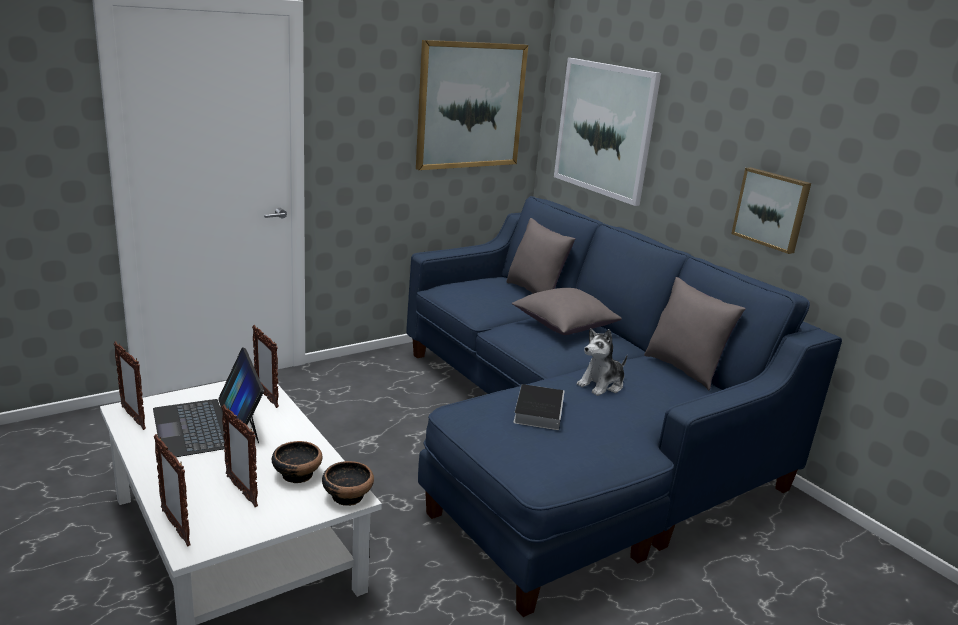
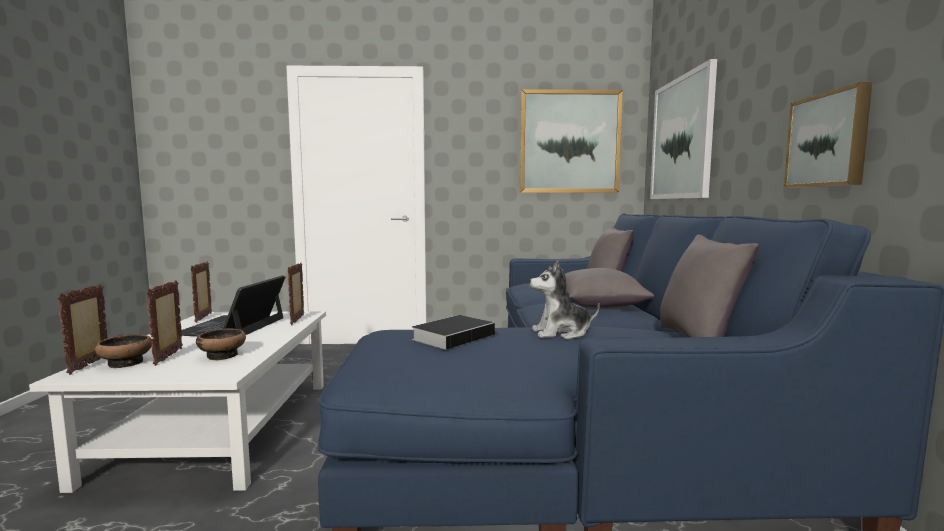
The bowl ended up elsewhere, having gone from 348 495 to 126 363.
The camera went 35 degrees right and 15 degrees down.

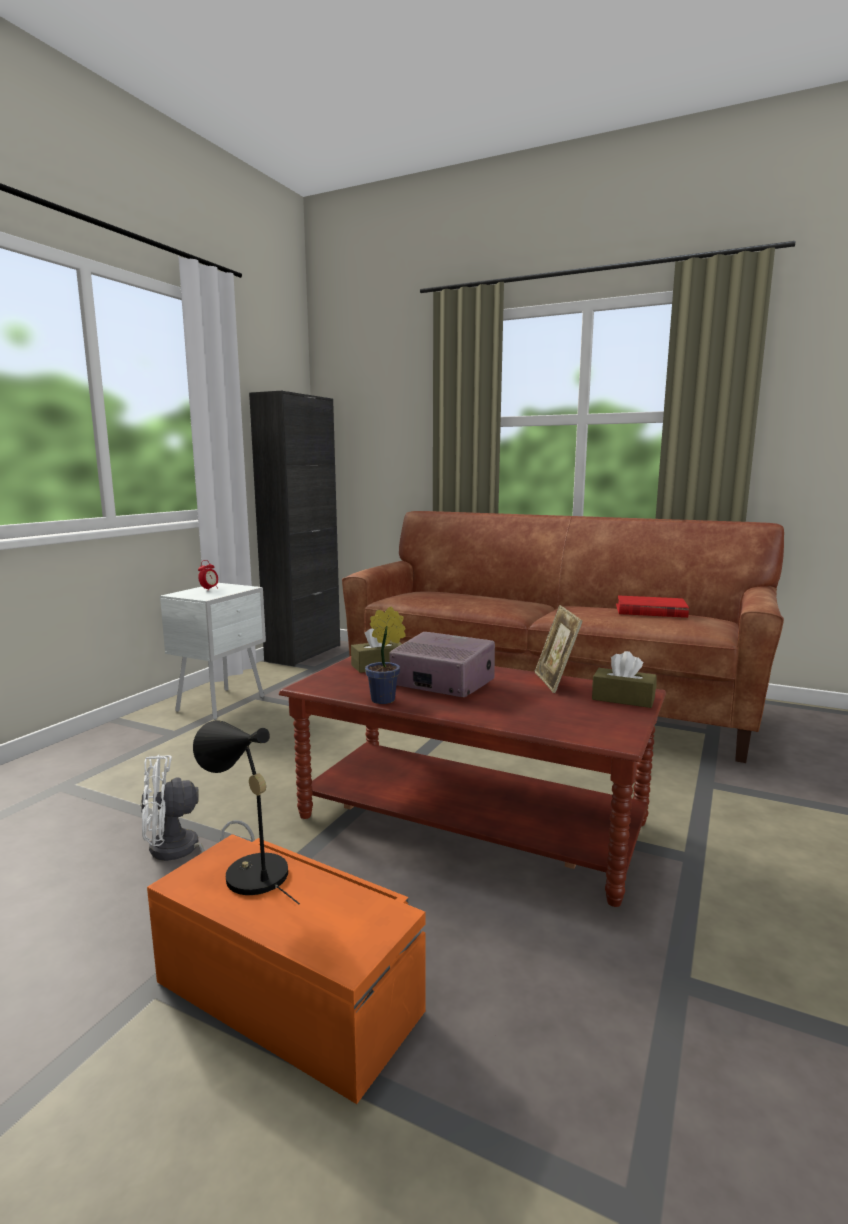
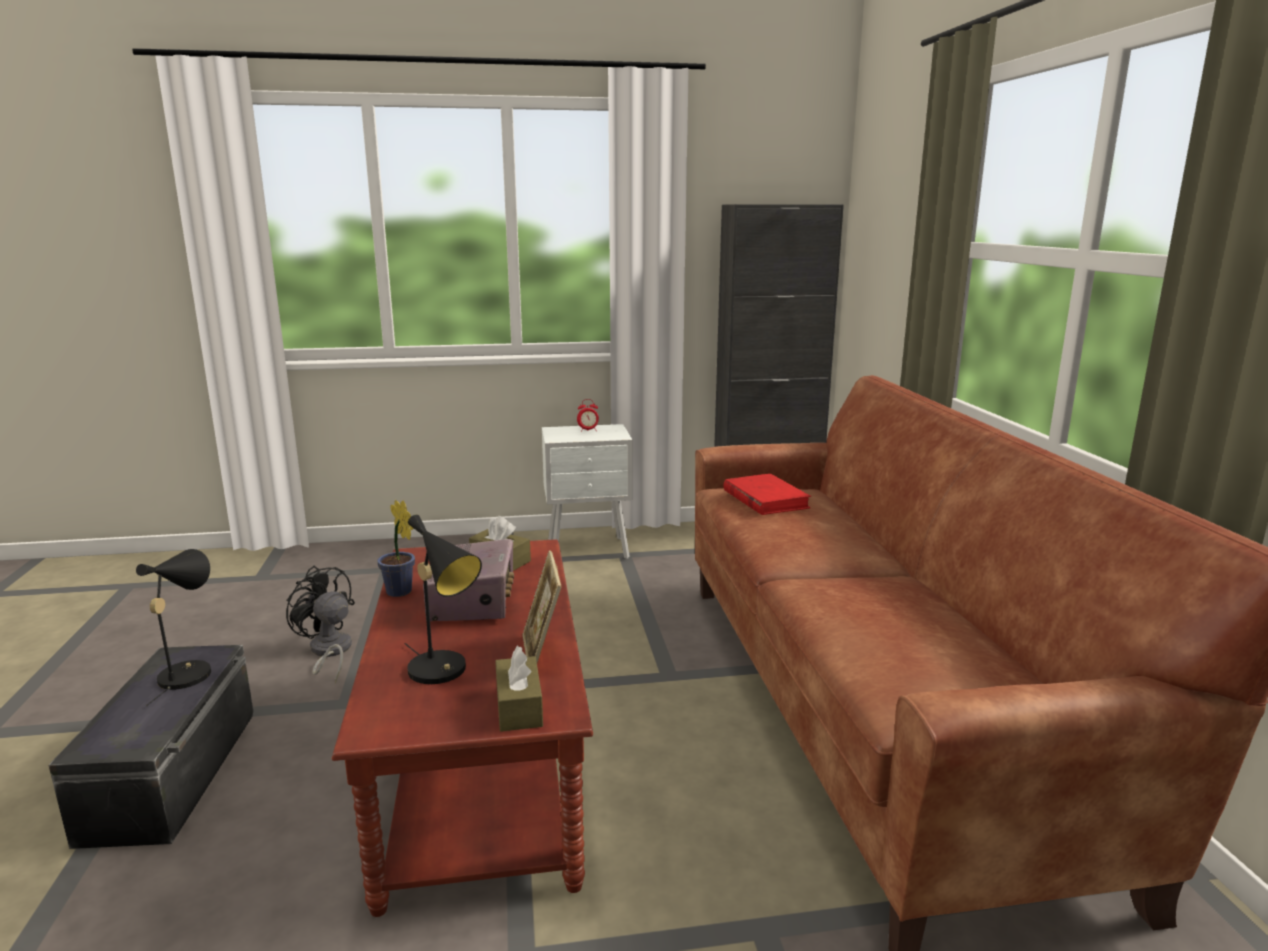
The second view gained the table lamp in black at 444 672.
The book in red ended up elsewhere, having gone from 650 611 to 765 499.
What was the fan in white at 182 851 turned into the fan in black at 329 652.
What was the storage box in orange at 289 993 turned into the storage box in black at 175 773.
The picture frame at 555 682 ended up facing another way, 60 degrees counterclockwise from before.
The camera went 55 degrees right and 5 degrees up.

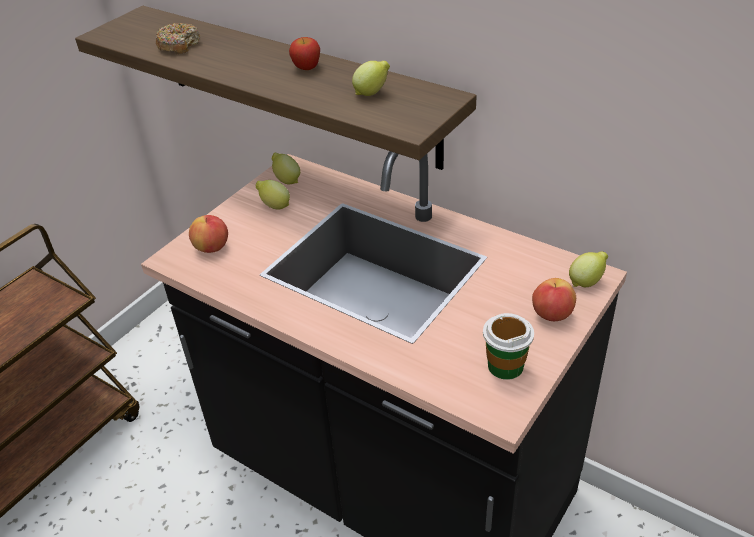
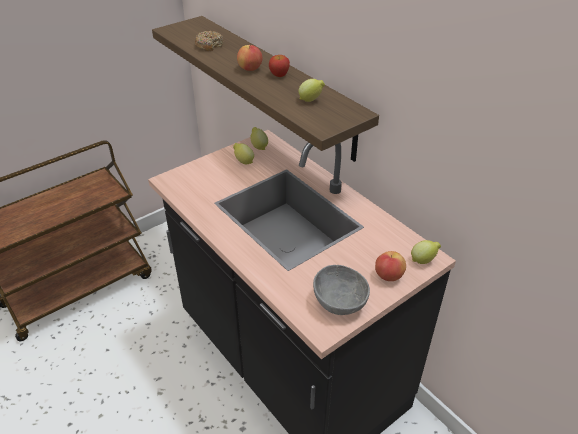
The apple ended up elsewhere, having gone from 212 248 to 250 69.
Where the cup stood at 505 366, the bowl in grey came to stand at 340 301.
The camera went 15 degrees right and 0 degrees up.

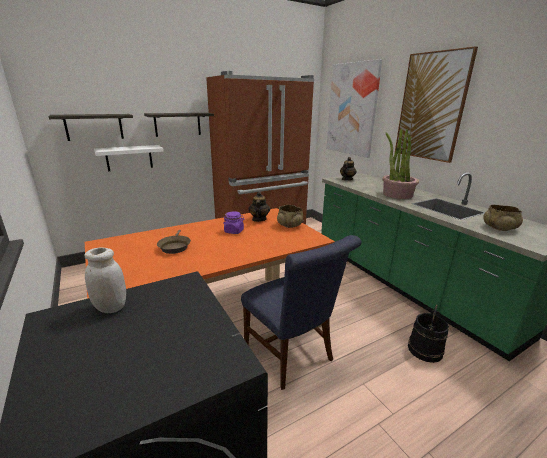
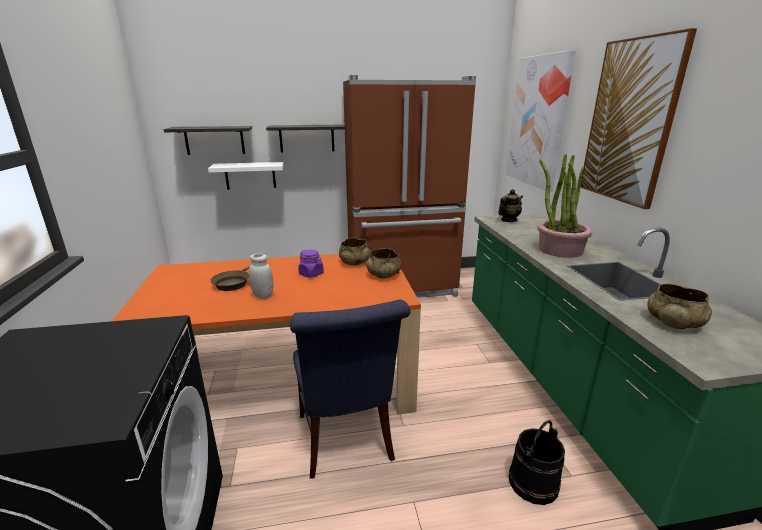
The jar in white ended up elsewhere, having gone from 111 307 to 263 295.
Where the teapot stood at 259 219, the bowl in beige came to stand at 354 262.
The camera went 20 degrees right and 0 degrees up.

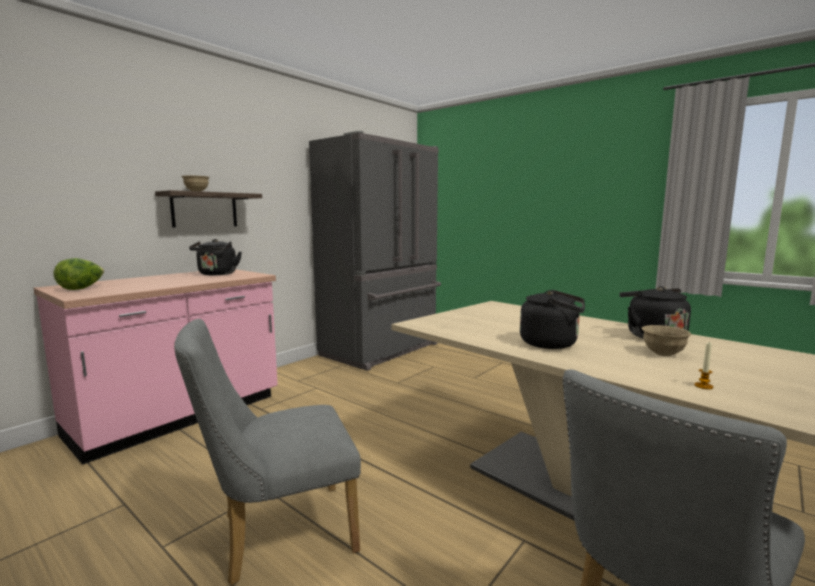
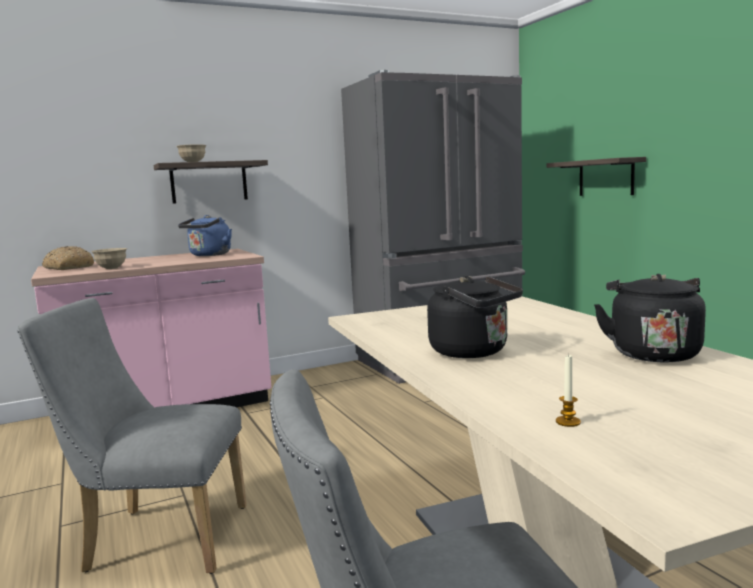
The second view gained the shelf at 606 177.
The bowl in beige ended up elsewhere, having gone from 663 354 to 111 268.
Where the lettuce stood at 82 288, the bread came to stand at 68 267.
What was the kettle in black at 217 274 turned into the kettle in blue at 209 255.
The camera went 25 degrees right and 0 degrees up.

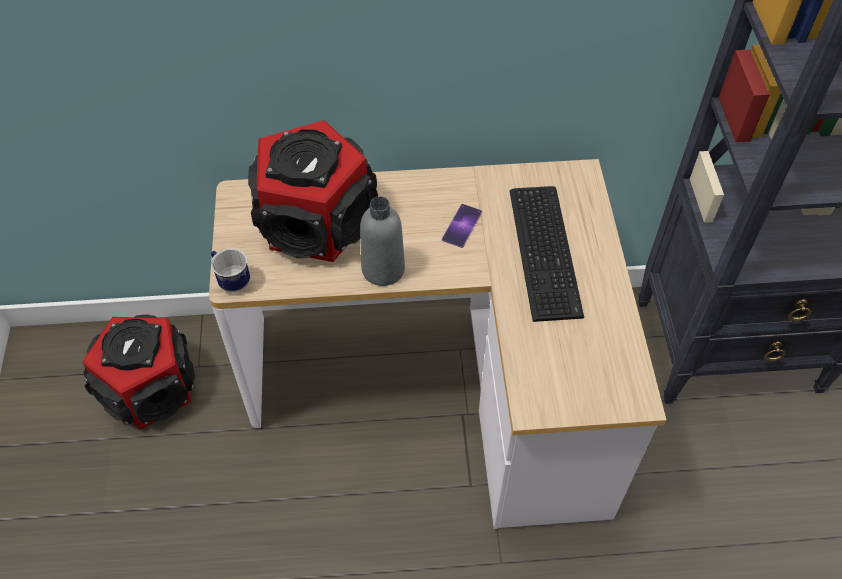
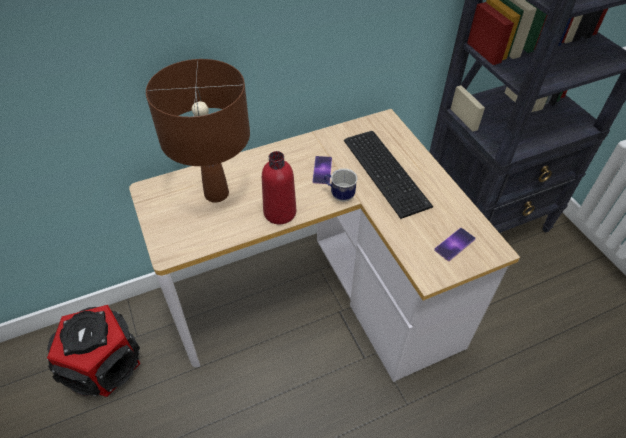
The second view gained the phone at 454 244.
The mug ended up elsewhere, having gone from 231 280 to 339 195.
Where the speaker stood at 316 222, the table lamp in brown came to stand at 217 193.
What was the bottle in grey at 383 269 turned into the bottle in red at 280 212.
The camera went 20 degrees left and 5 degrees down.

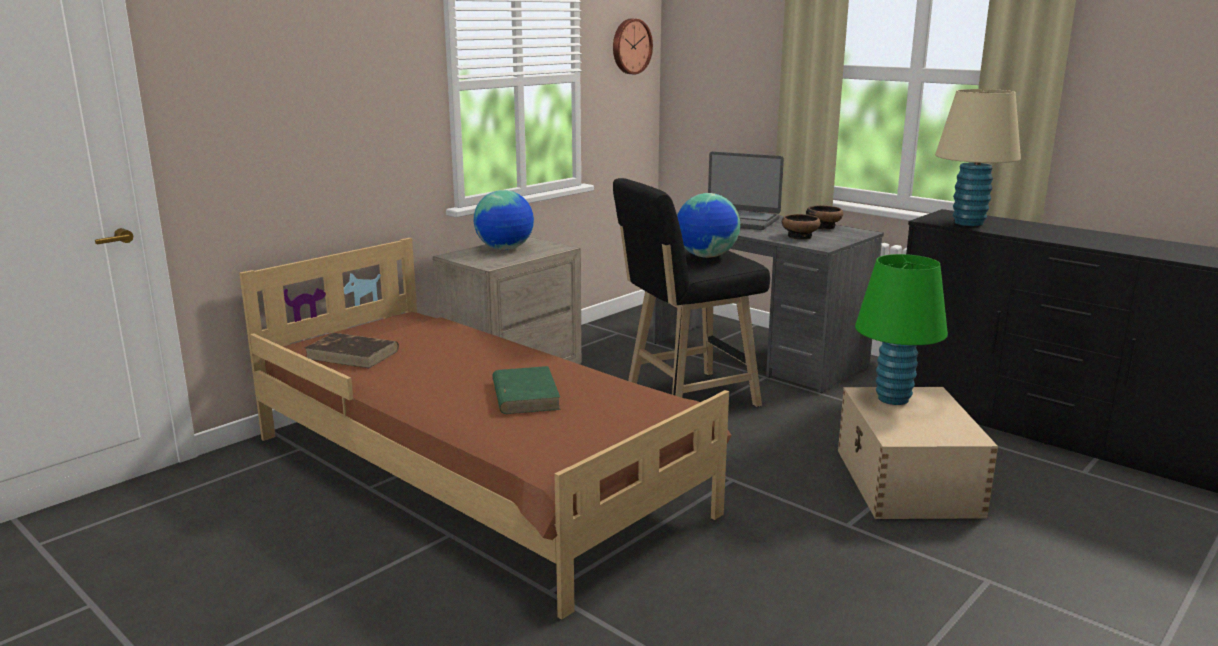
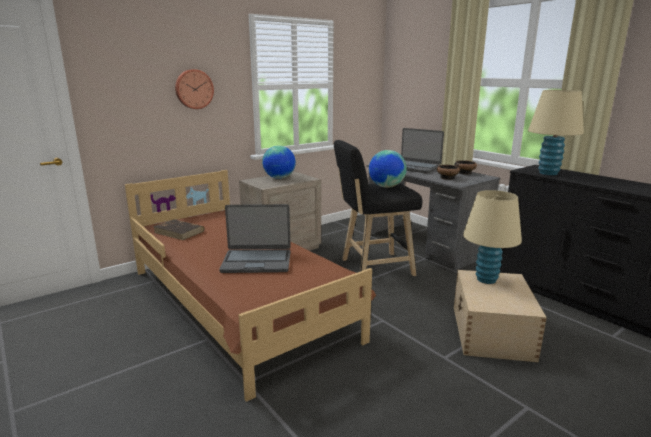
The wall clock ended up elsewhere, having gone from 630 46 to 194 89.
Where the book in green stood at 525 395, the laptop came to stand at 257 261.
What was the table lamp in green at 893 399 turned into the table lamp in beige at 486 279.
The camera went 10 degrees right and 0 degrees up.

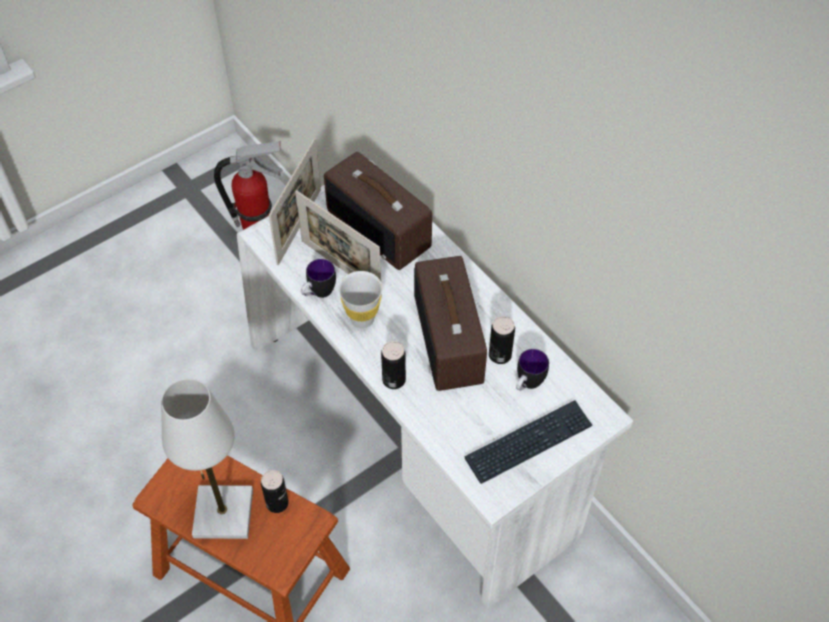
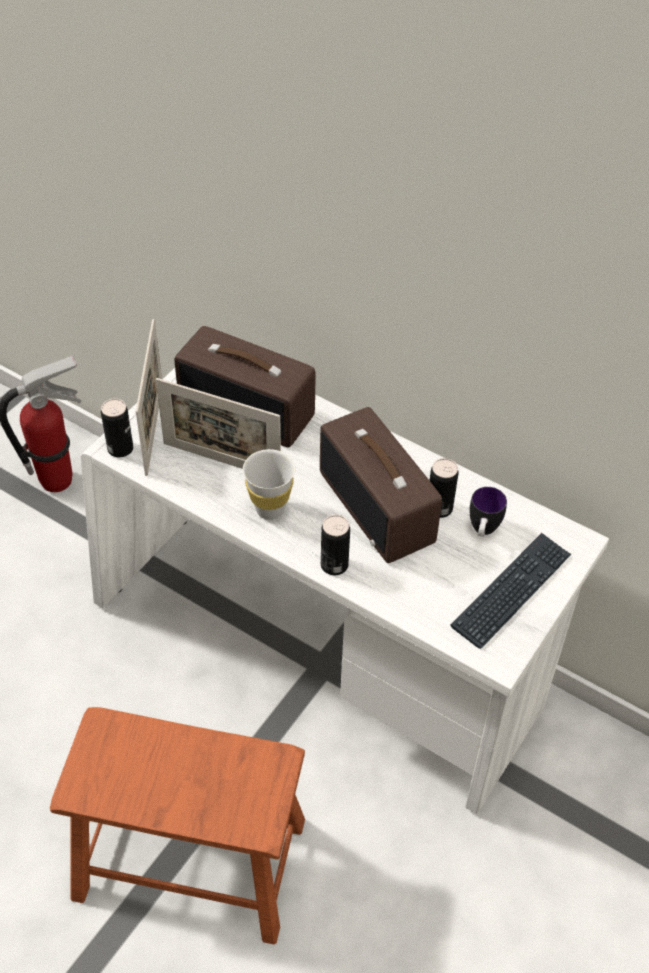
The second view lost the table lamp in white at 223 514.
The second view lost the mug at 318 294.
The can ended up elsewhere, having gone from 277 503 to 120 449.
The camera went 20 degrees left and 5 degrees down.

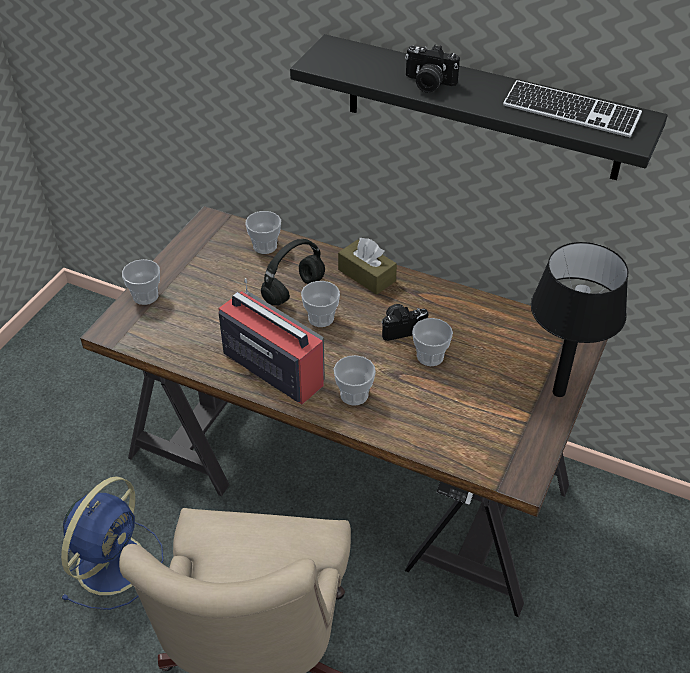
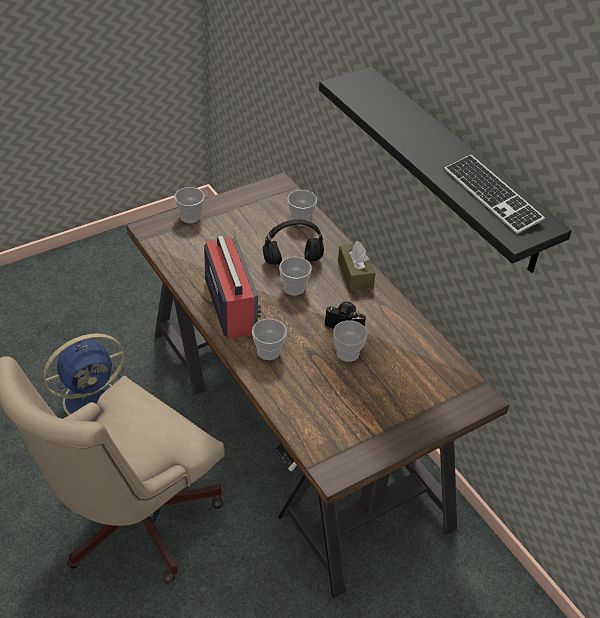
The second view lost the photo camera at 428 84.
The second view lost the table lamp in black at 559 392.
The camera went 30 degrees right and 0 degrees up.

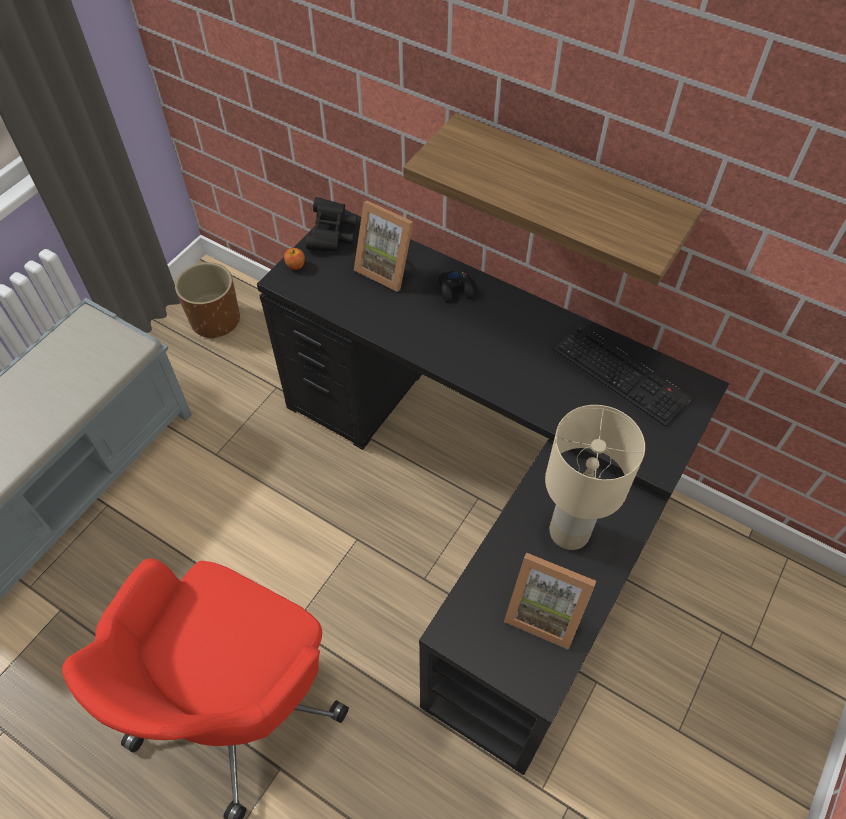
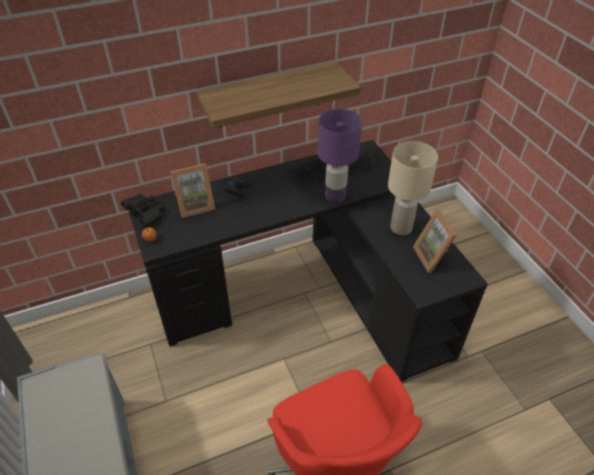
The second view lost the planter in brown at 215 320.
The second view gained the table lamp in purple at 335 196.
The picture frame at 544 610 ended up facing another way, 105 degrees clockwise from before.
The camera went 55 degrees left and 10 degrees down.

